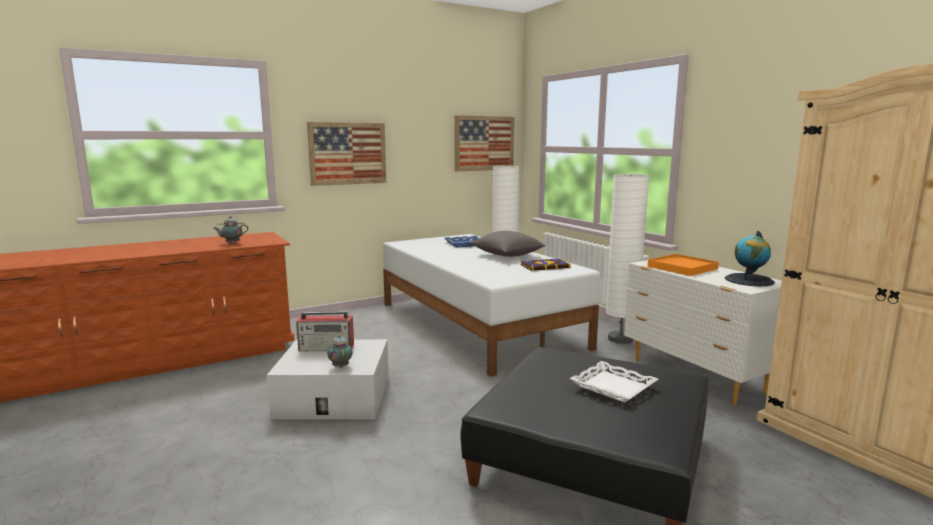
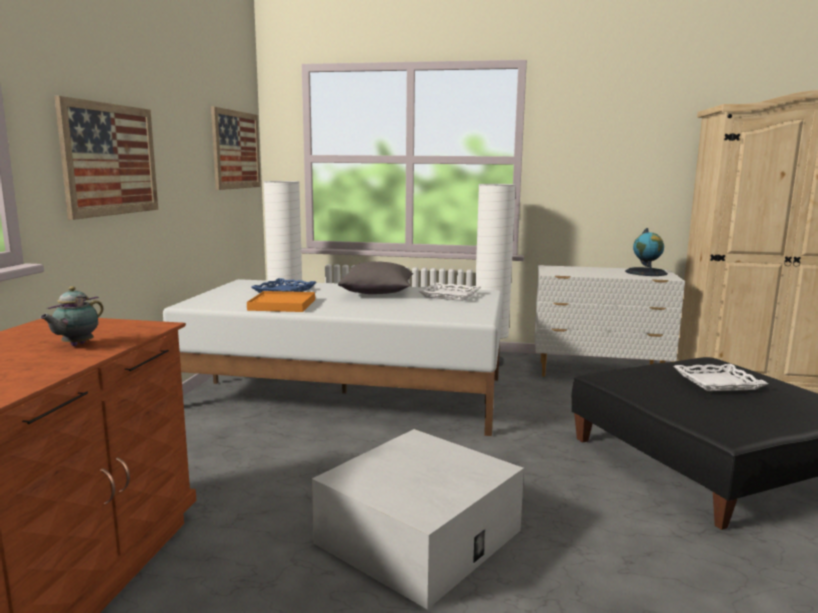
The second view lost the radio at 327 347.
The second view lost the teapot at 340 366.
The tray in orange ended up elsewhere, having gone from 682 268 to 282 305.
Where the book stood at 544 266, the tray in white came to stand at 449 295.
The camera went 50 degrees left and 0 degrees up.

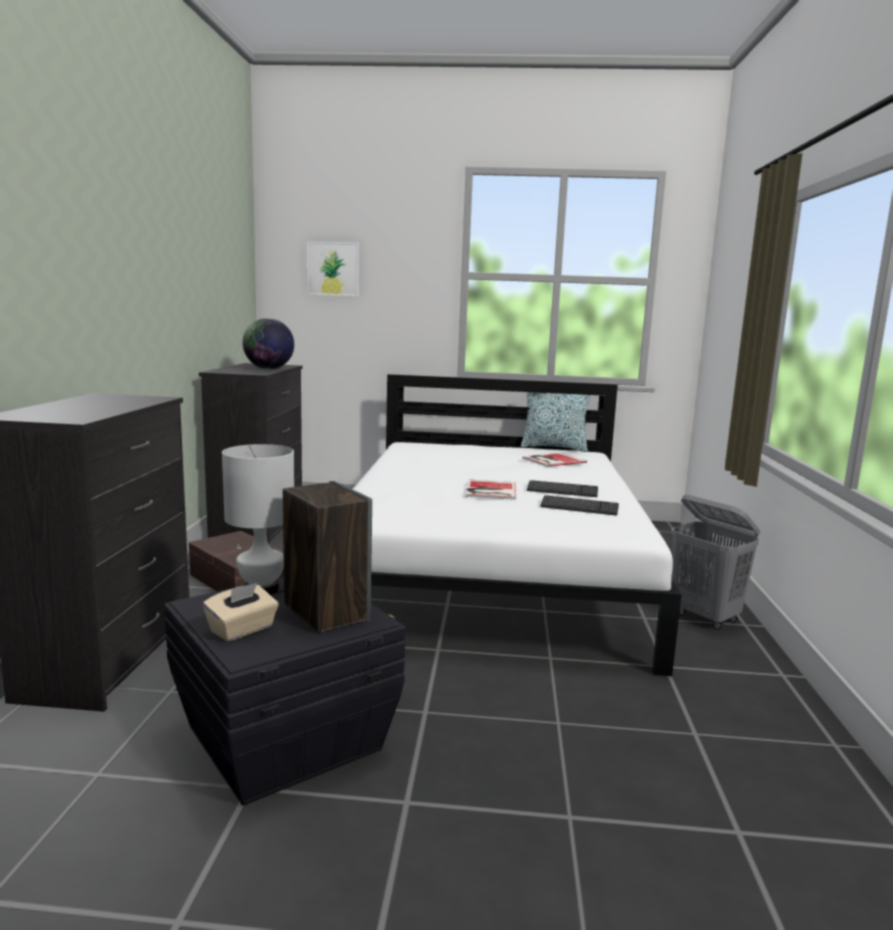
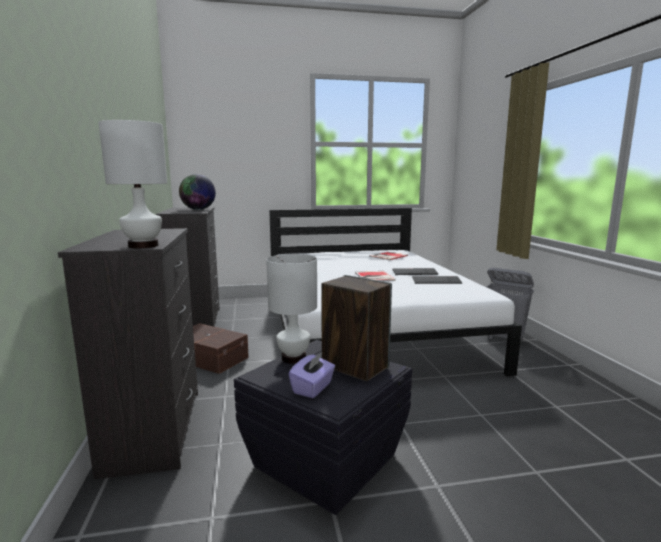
The second view lost the picture at 333 269.
The second view lost the pillow at 554 447.
The second view gained the table lamp in white at 142 246.
What was the tissue box in beige at 242 630 turned into the tissue box in purple at 313 388.
The camera went 15 degrees left and 0 degrees up.

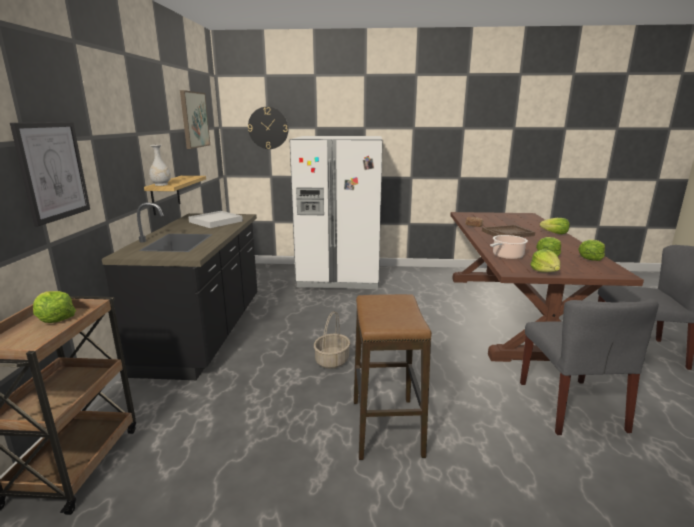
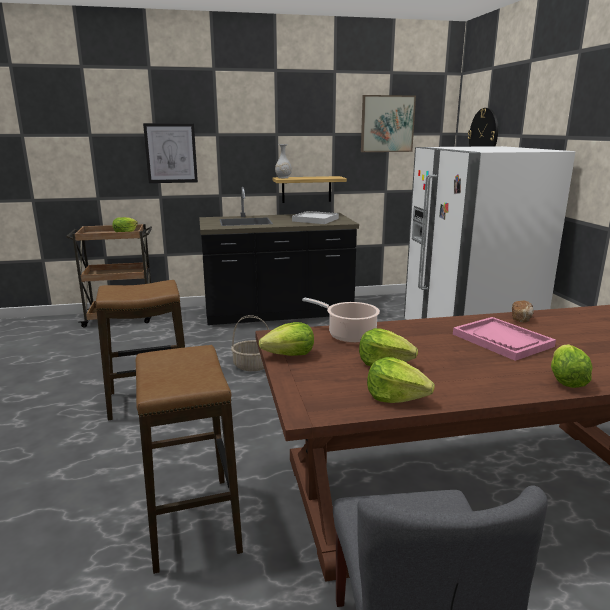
Where the chair in grey stood at 571 406, the stool came to stand at 192 522.
What was the tray in brown at 507 233 turned into the tray in pink at 502 340.
The camera went 75 degrees right and 0 degrees up.

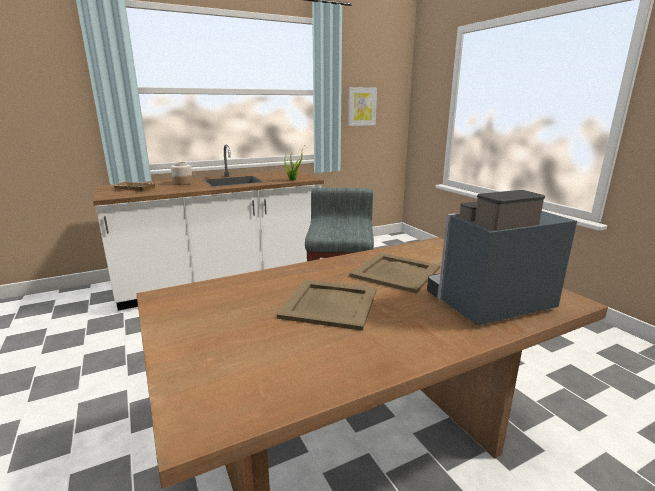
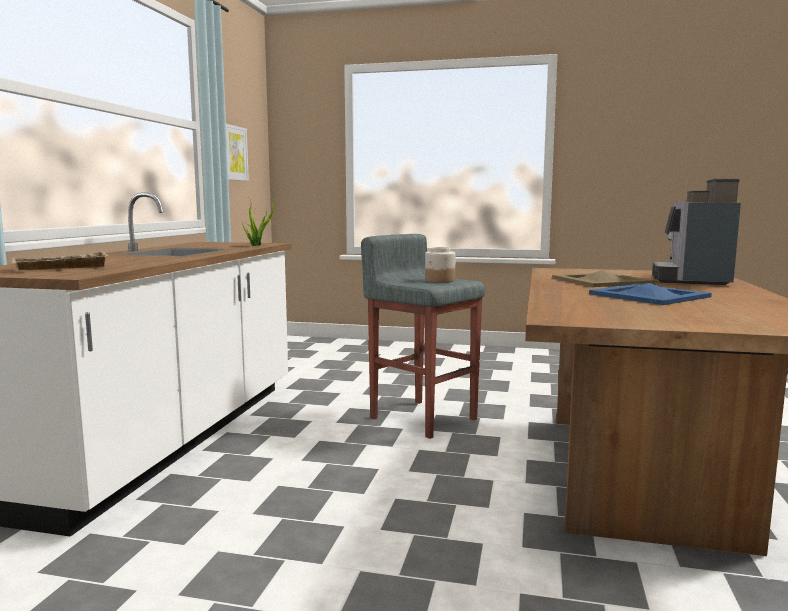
The jar ended up elsewhere, having gone from 182 183 to 440 280.
What was the tray in beige at 329 304 turned into the tray in blue at 649 295.
The camera went 50 degrees left and 10 degrees down.

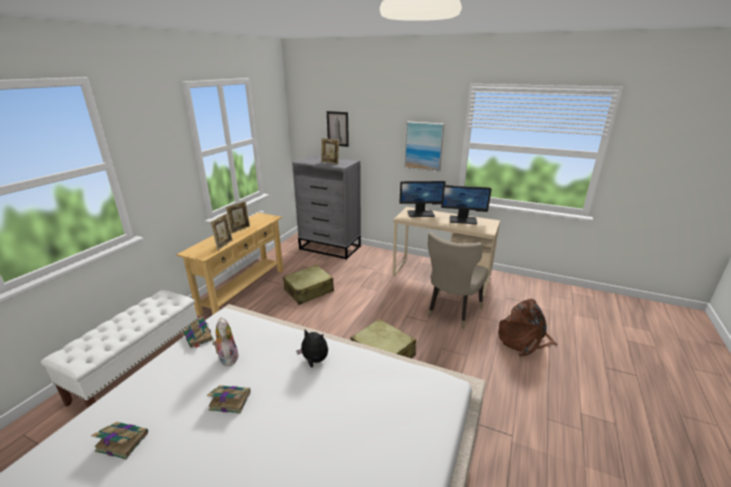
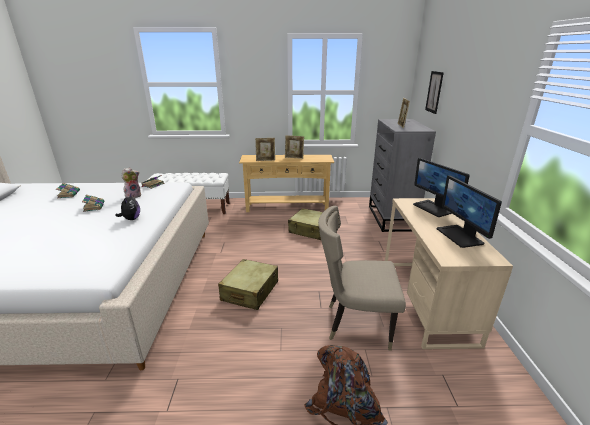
The second view lost the picture at 424 146.
The camera went 65 degrees right and 0 degrees up.

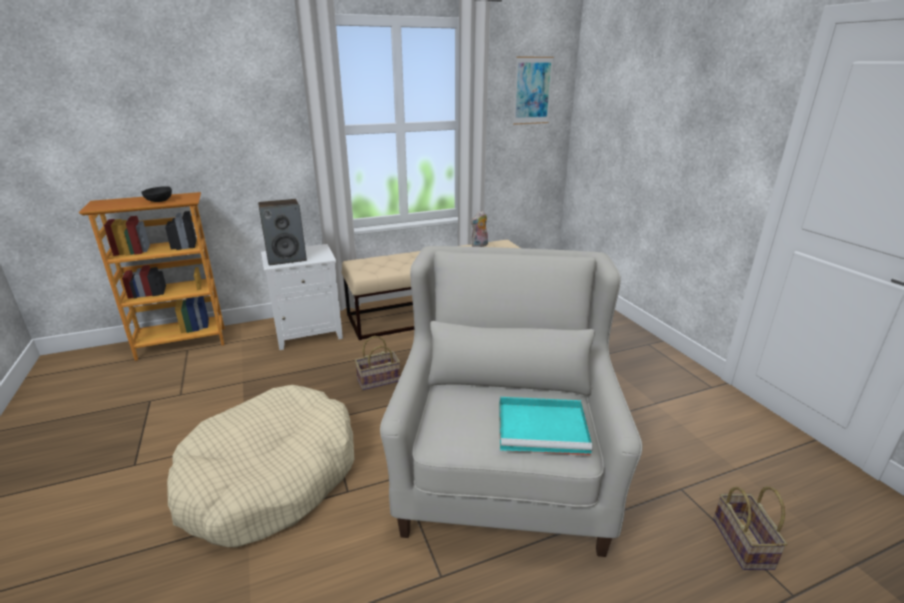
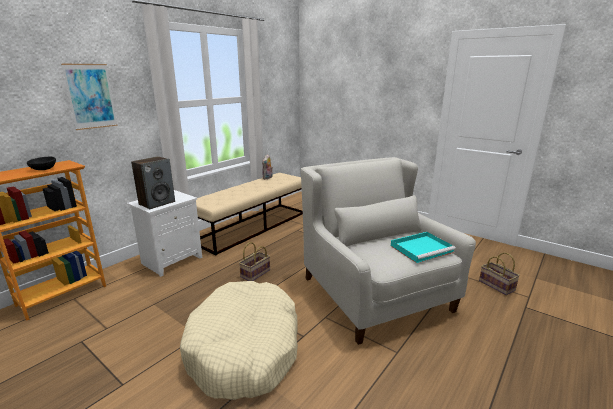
The picture ended up elsewhere, having gone from 532 91 to 91 96.
The camera went 30 degrees left and 5 degrees down.

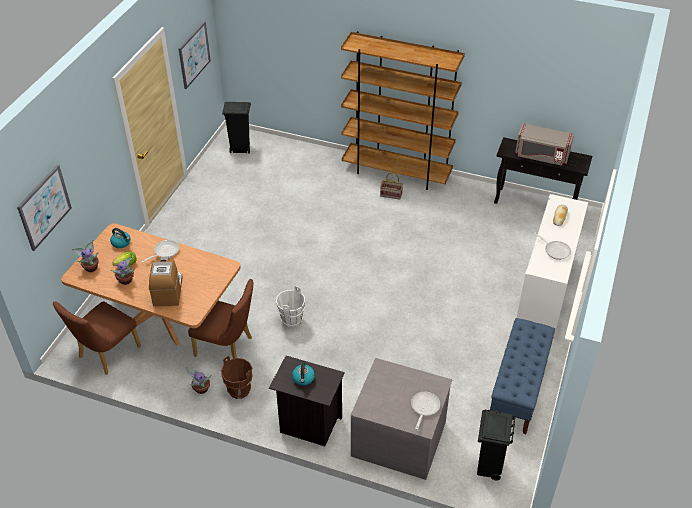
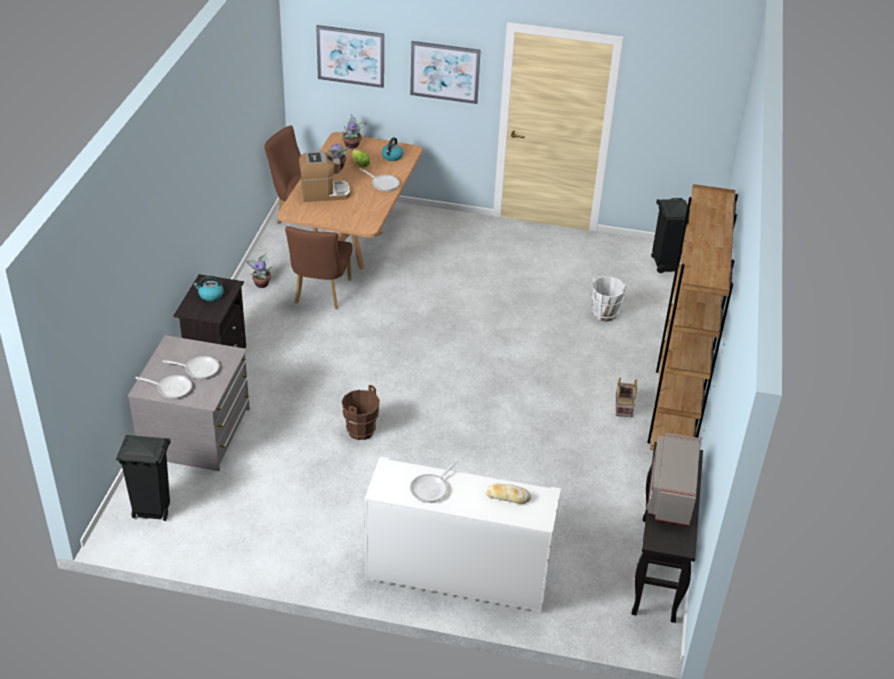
The second view lost the bench in blue at 518 389.
The second view gained the frying pan at 199 369.
The picture ended up elsewhere, having gone from 194 54 to 445 72.
The bucket in brown ended up elsewhere, having gone from 239 390 to 360 431.
The bucket in white ended up elsewhere, having gone from 291 320 to 604 314.
The camera went 80 degrees right and 5 degrees down.

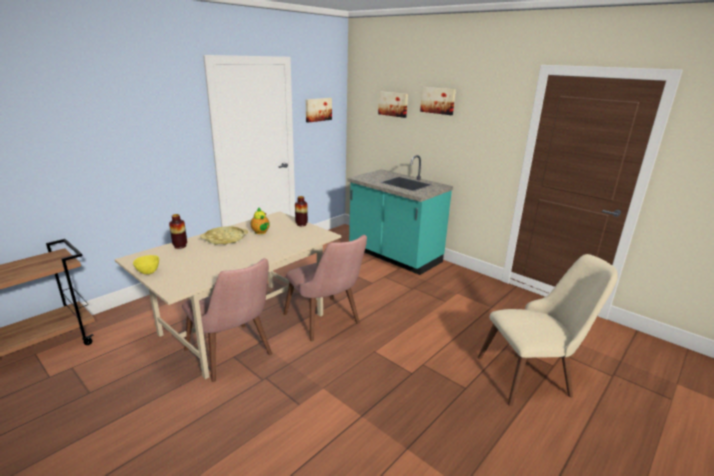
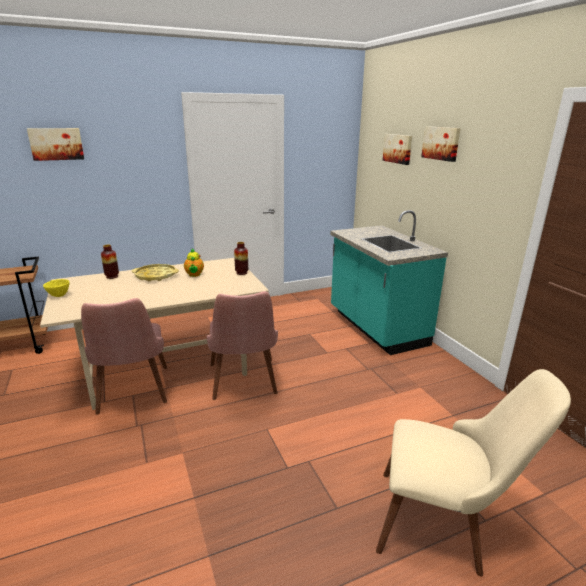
The picture ended up elsewhere, having gone from 318 109 to 56 144.
The camera went 25 degrees right and 0 degrees up.

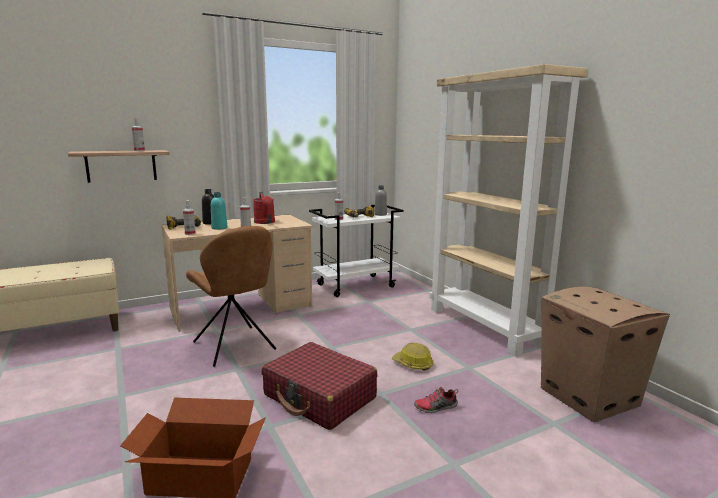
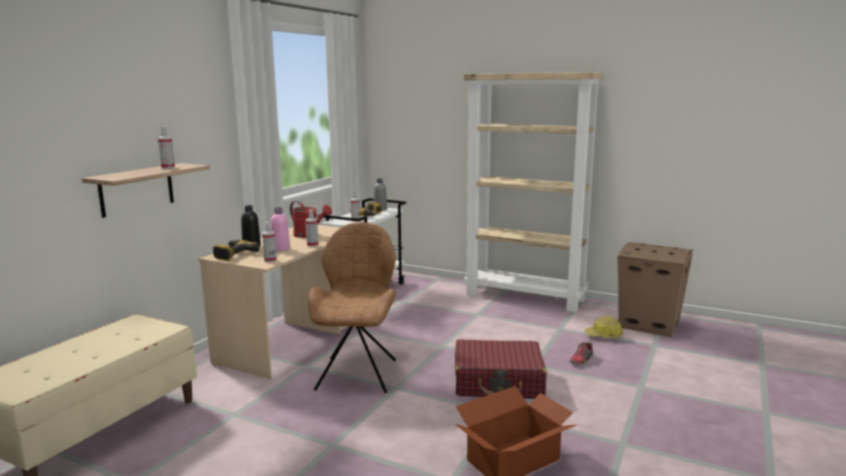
The hard hat ended up elsewhere, having gone from 413 364 to 604 335.
What was the bottle in turquoise at 219 228 turned into the bottle in pink at 281 249.
The chair in brown at 235 347 ended up facing another way, 105 degrees counterclockwise from before.
The camera went 35 degrees left and 0 degrees up.

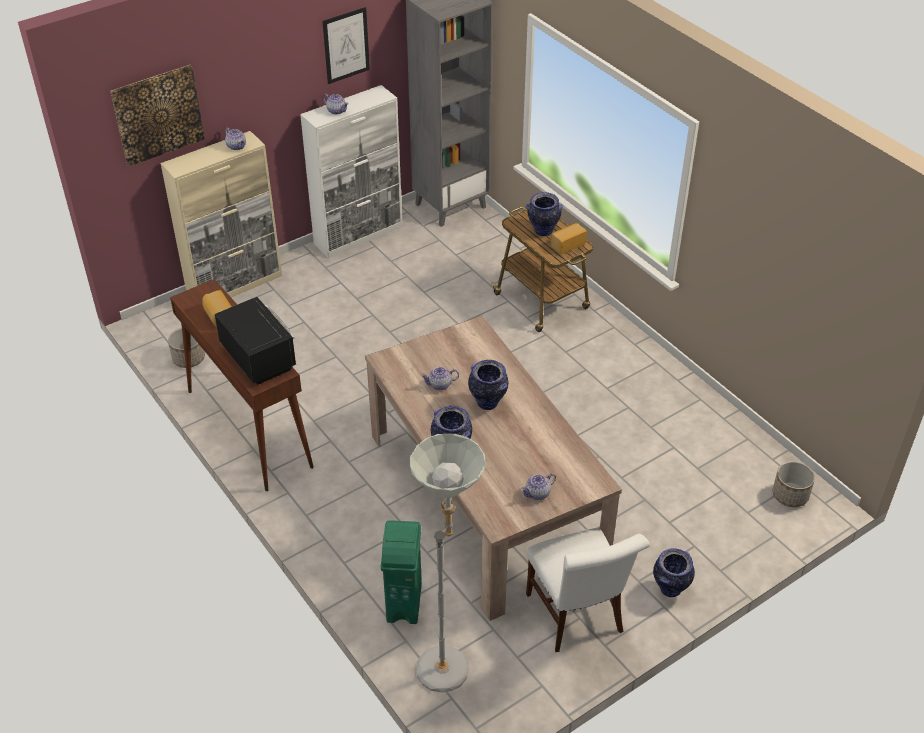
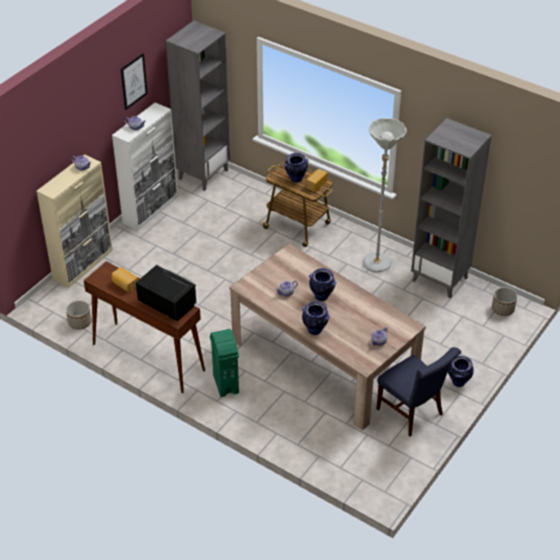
The second view lost the picture at 158 114.
The second view gained the bookcase in grey at 440 279.
The trash can in green ended up elsewhere, having gone from 404 602 to 226 384.
The floor lamp in grey ended up elsewhere, having gone from 447 661 to 377 259.
What was the chair in white at 577 617 turned into the chair in blue at 413 413.
The camera went 20 degrees left and 0 degrees up.

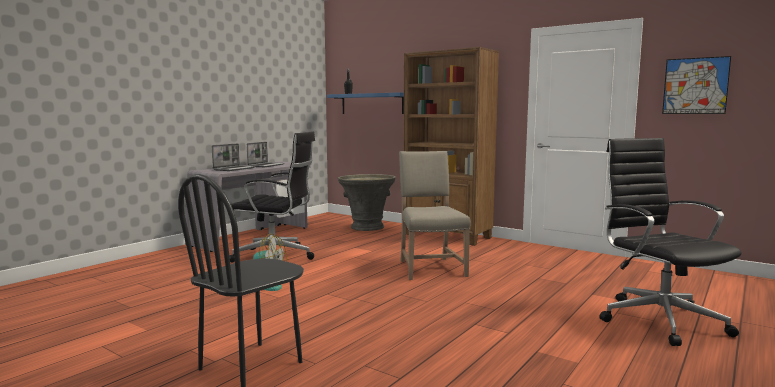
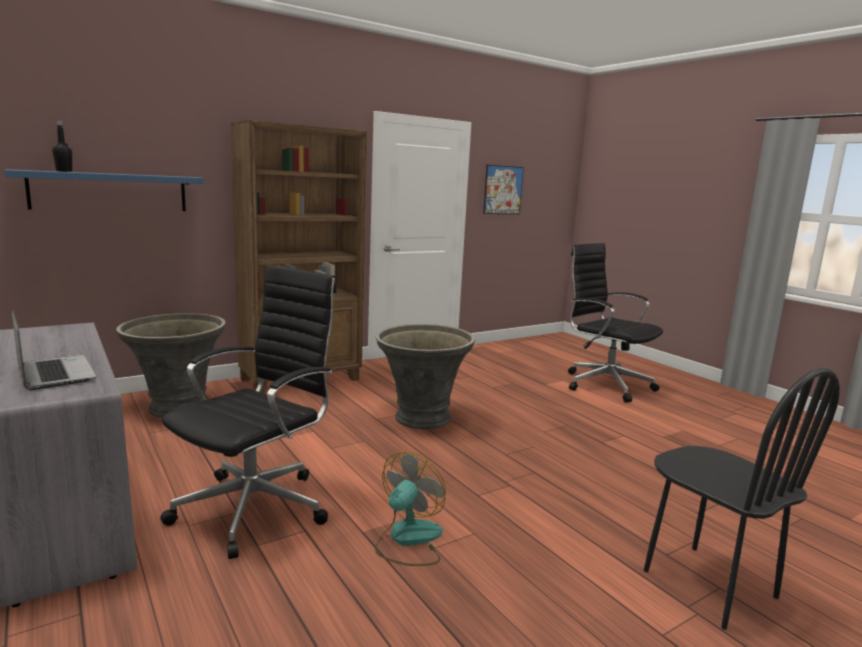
The second view lost the laptop at 266 165.
Where the chair in beige stood at 430 267, the planter in grey came to stand at 421 418.
The office chair in black at 659 319 ended up facing another way, 45 degrees clockwise from before.
The camera went 70 degrees left and 5 degrees up.

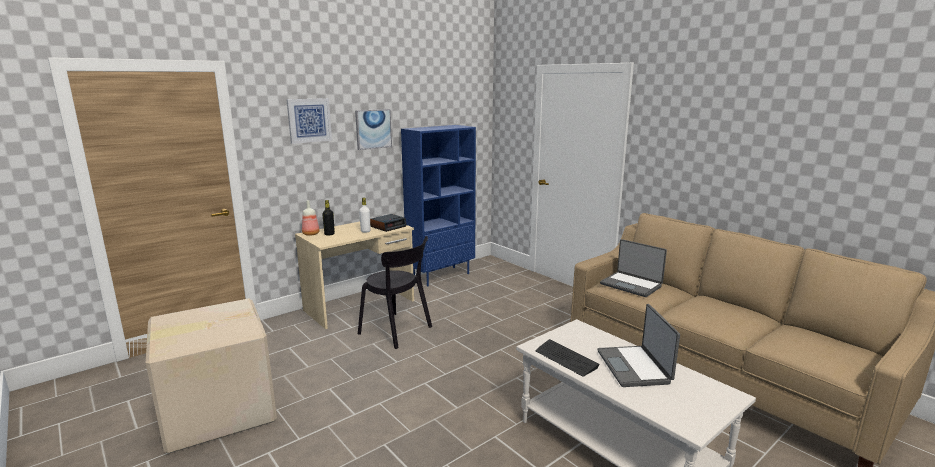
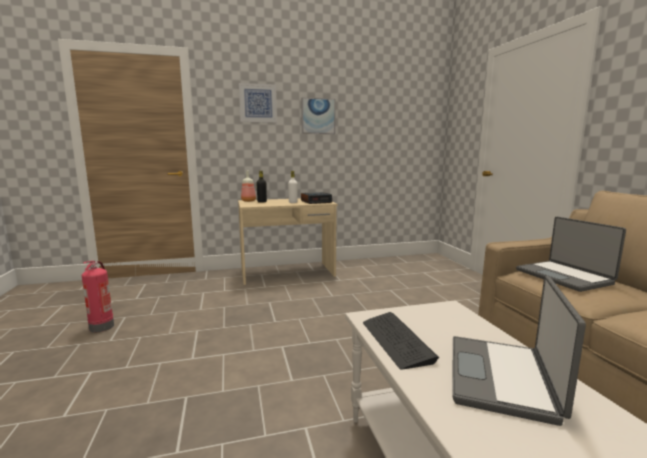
The second view lost the chair in black at 398 331.
The second view lost the bookcase in blue at 441 276.
Where the cardboard box stood at 217 410, the fire extinguisher came to stand at 102 326.
The camera went 25 degrees right and 5 degrees down.

